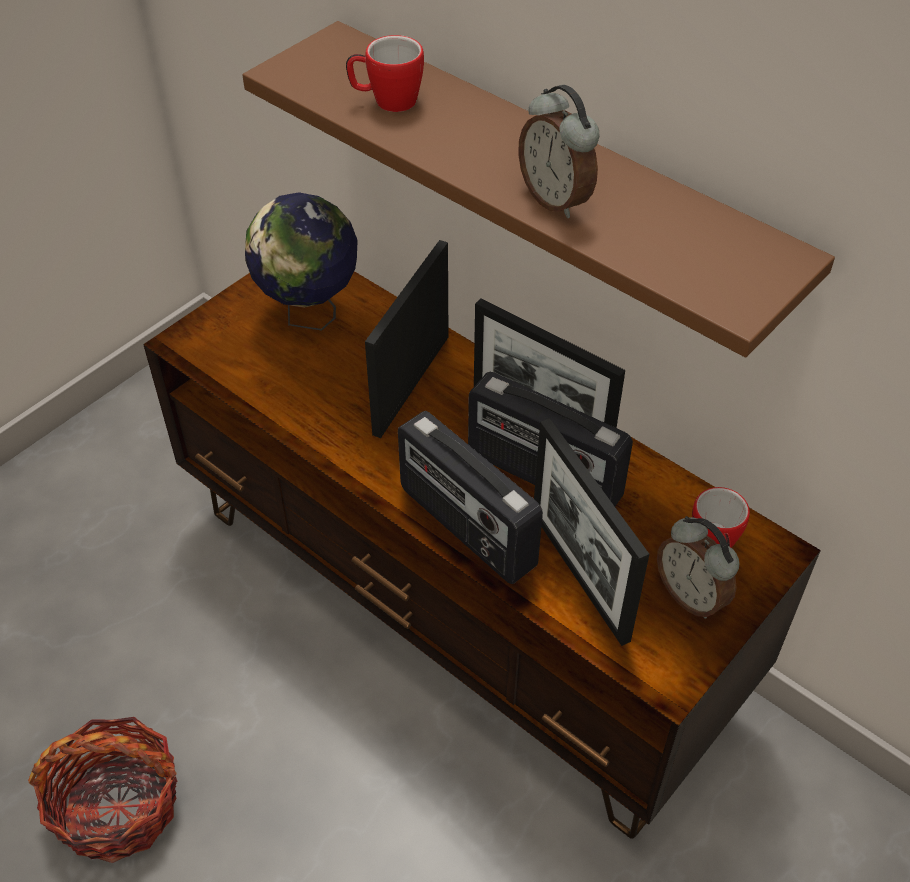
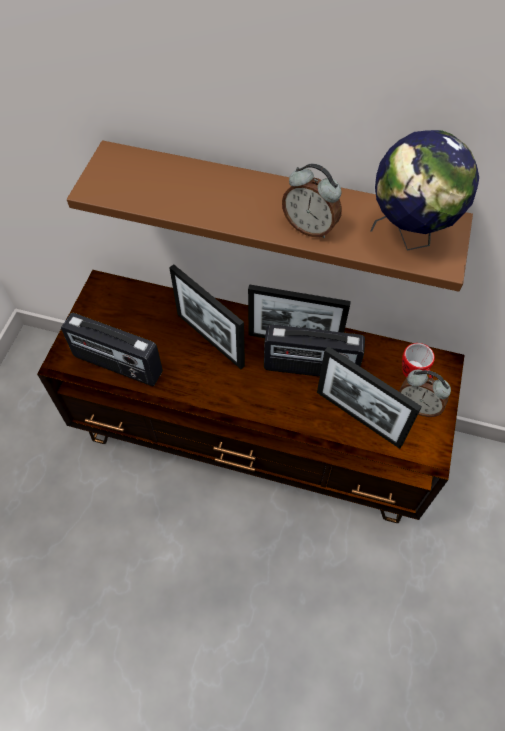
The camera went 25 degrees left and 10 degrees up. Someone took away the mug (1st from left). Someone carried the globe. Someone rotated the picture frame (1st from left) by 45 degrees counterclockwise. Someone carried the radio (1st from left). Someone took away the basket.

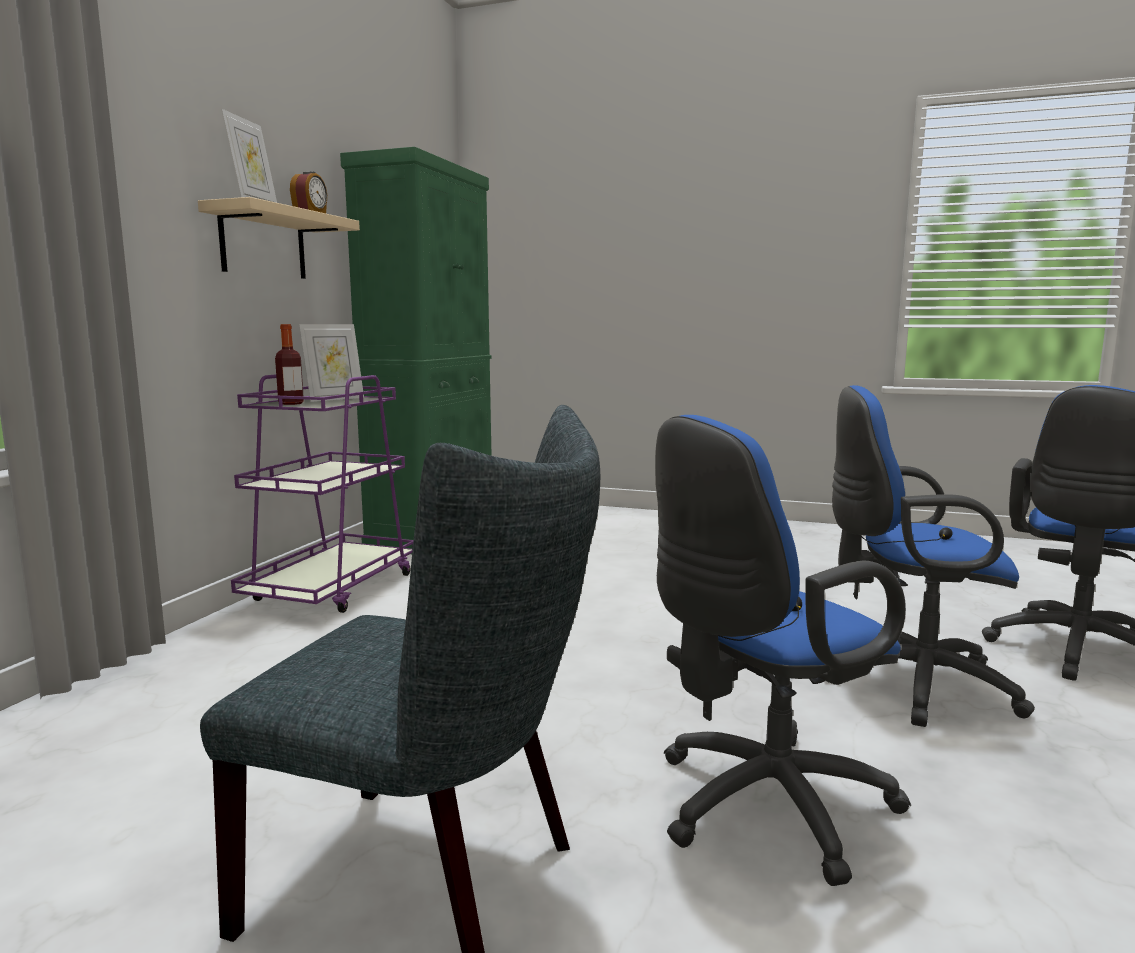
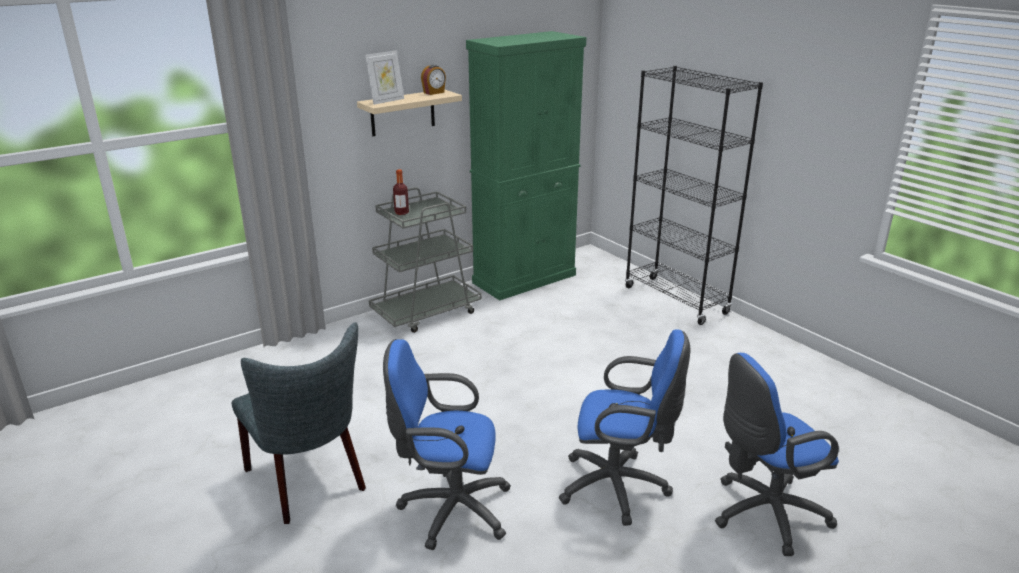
The camera went 35 degrees right and 15 degrees up. Someone took away the picture frame (2nd from left). Someone repainted the purple cart, which became the grey cart. Someone rotated the blue office chair (2nd from left) by 150 degrees clockwise. Someone put down the black bookcase.

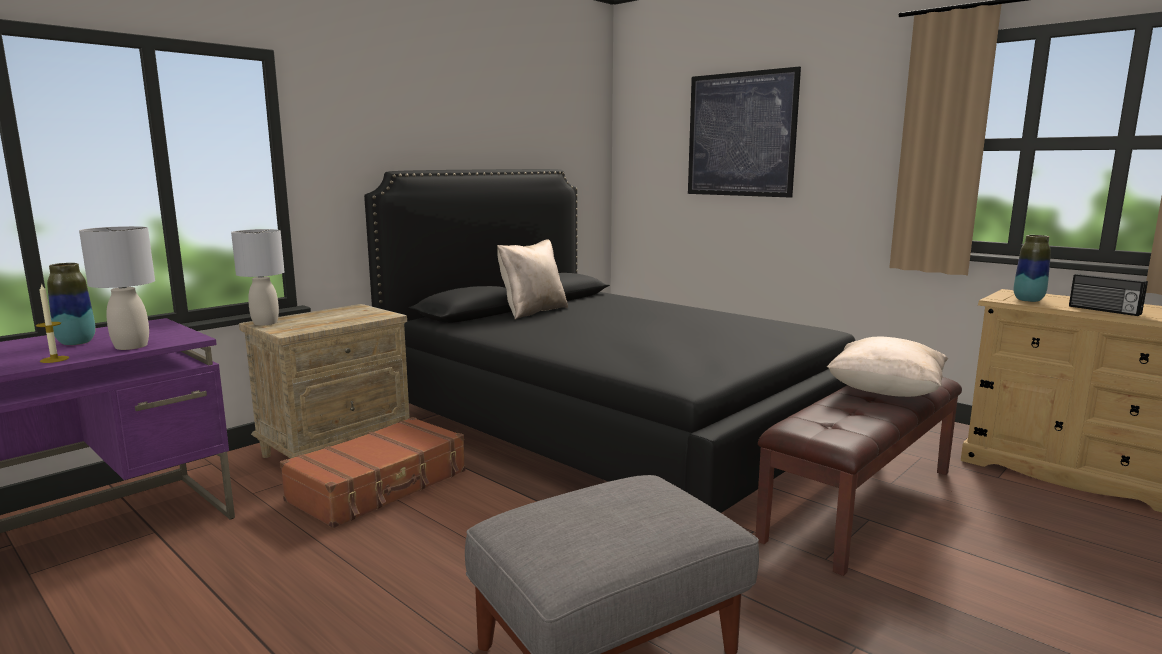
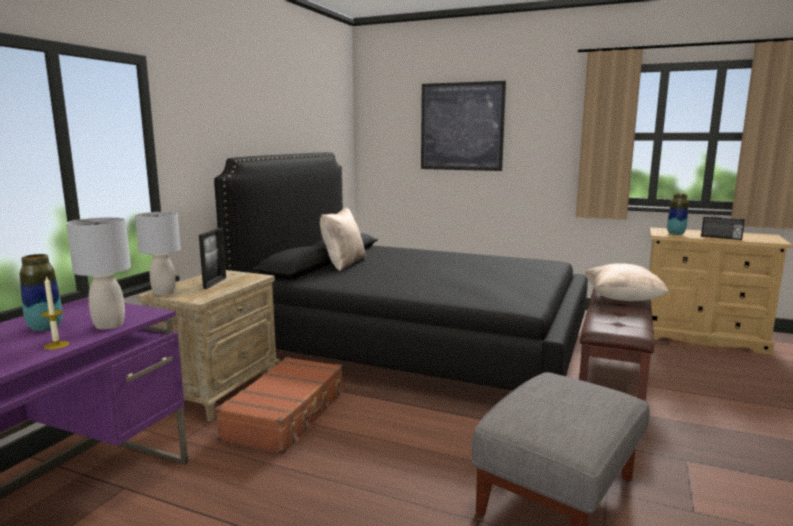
The camera went 20 degrees left and 0 degrees up. Someone put down the picture frame.

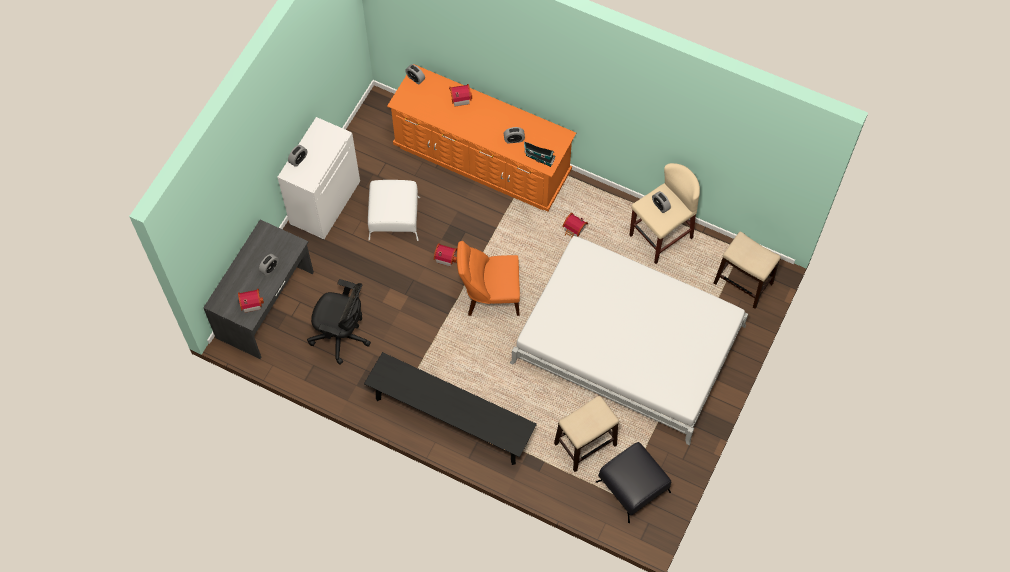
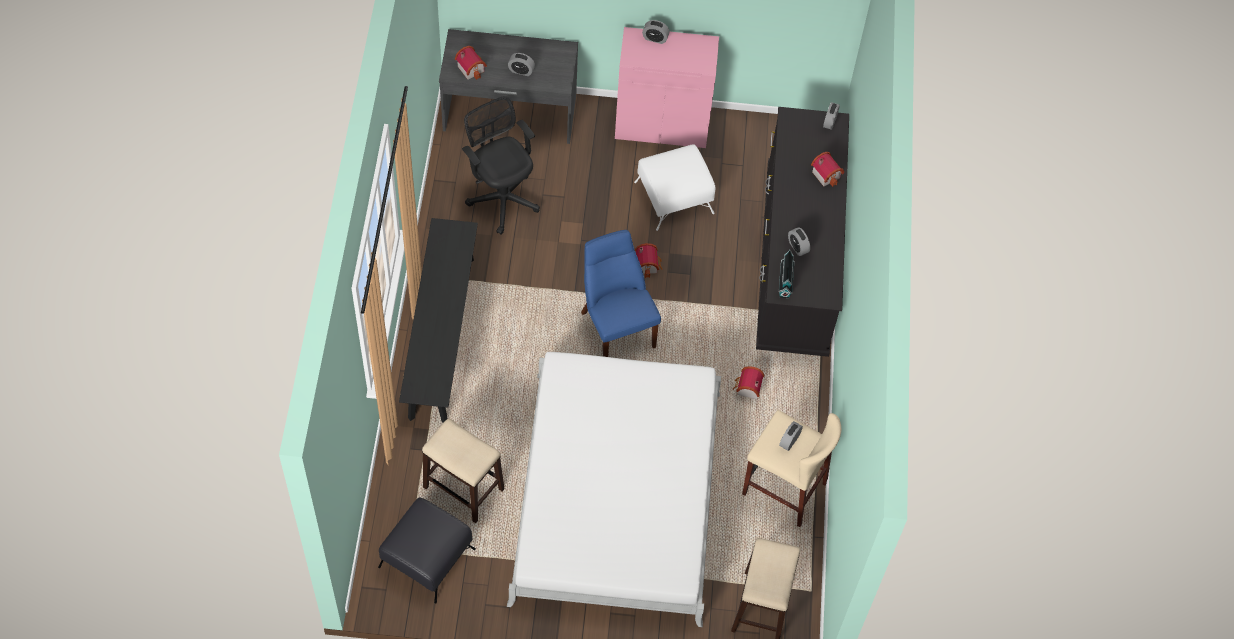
The camera went 65 degrees right and 5 degrees down. Someone repainted the orange dresser, which became the black dresser. Someone repainted the white cabinet, which became the pink cabinet. Someone repainted the orange chair, which became the blue chair. Someone rotated the black office chair by 150 degrees clockwise.

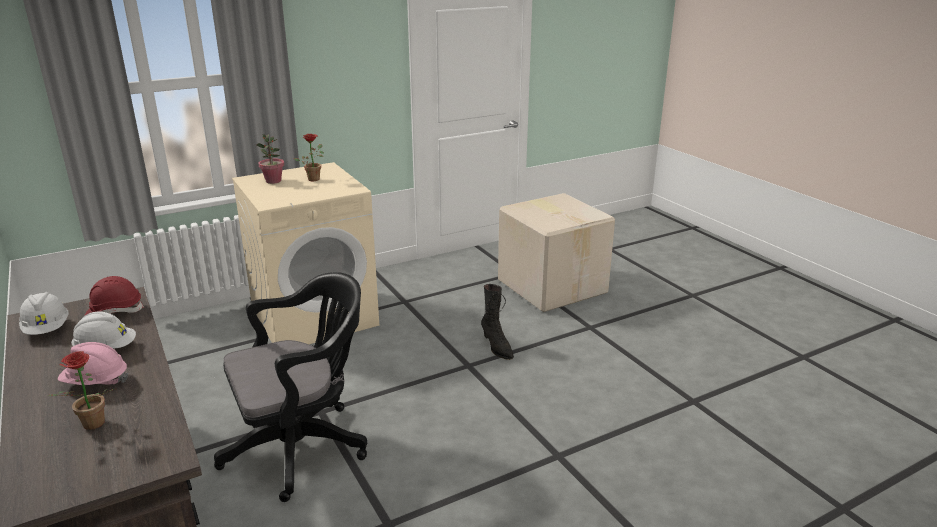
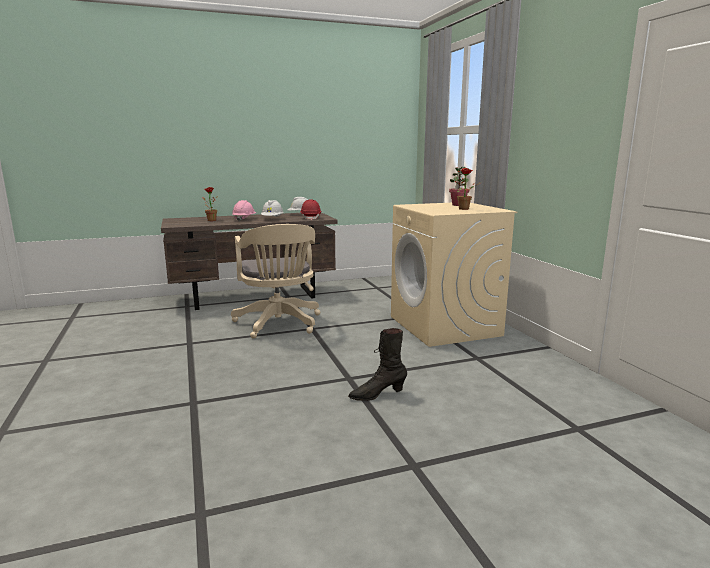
The camera went 100 degrees right and 10 degrees down. Someone took away the cardboard box. Someone repainted the black office chair, which became the beige office chair.

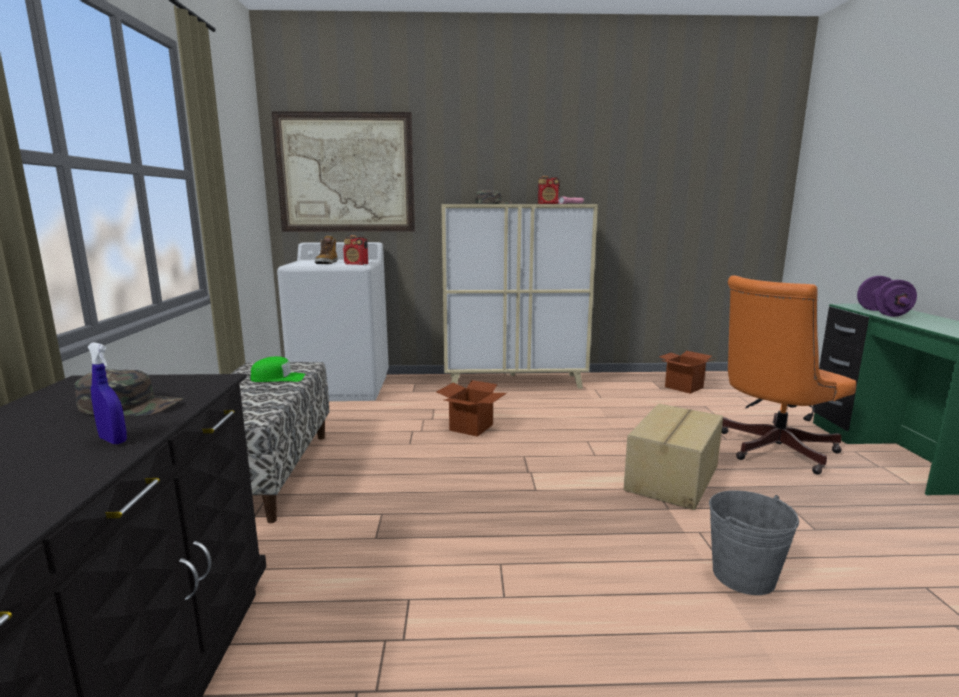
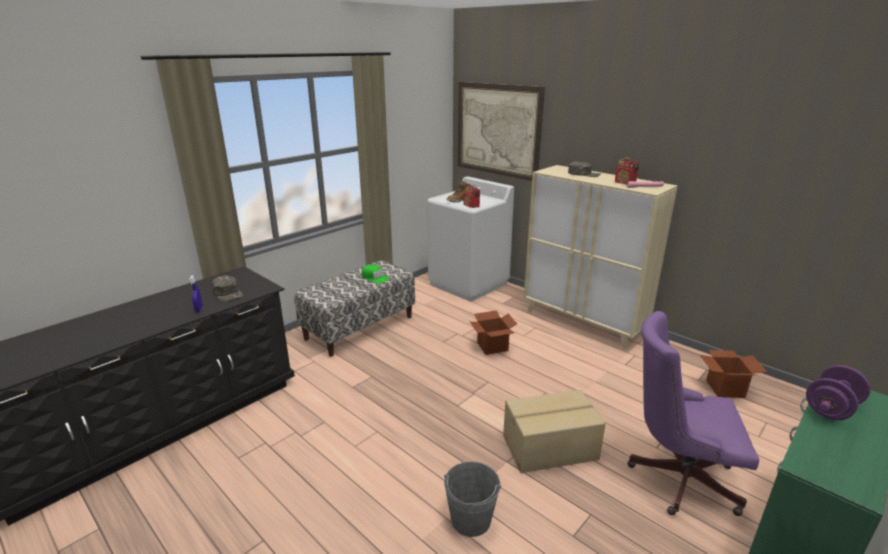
The camera went 45 degrees right and 10 degrees up. Someone repainted the orange office chair, which became the purple office chair.

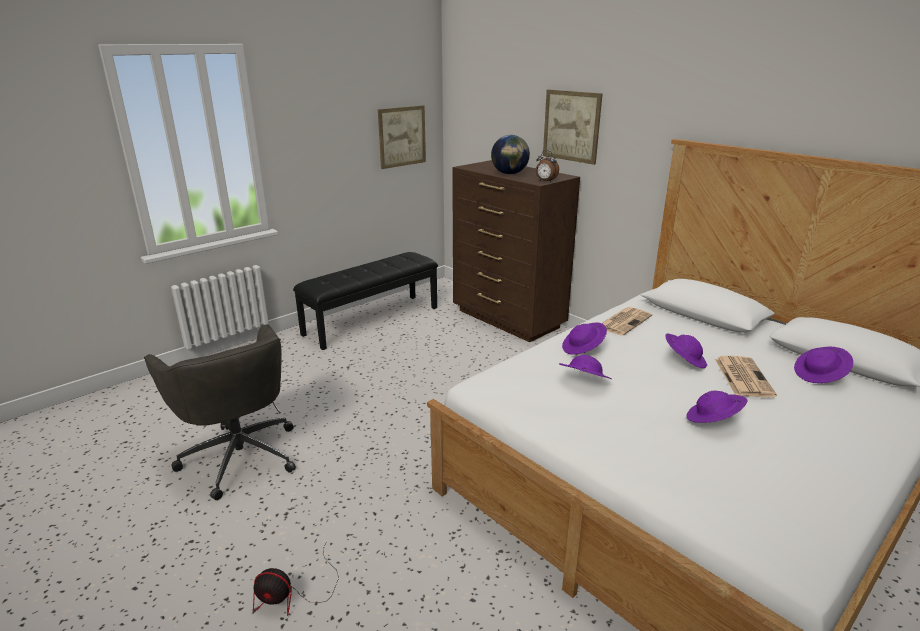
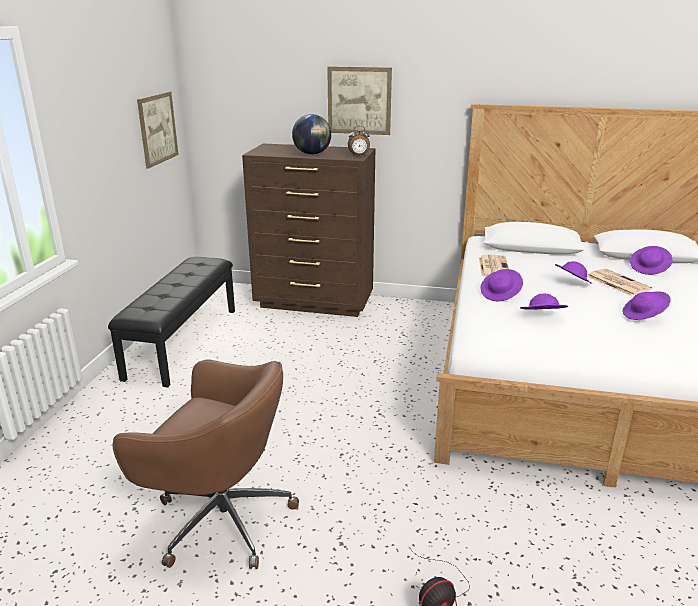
The camera went 35 degrees left and 0 degrees up. Someone repainted the grey office chair, which became the brown office chair.

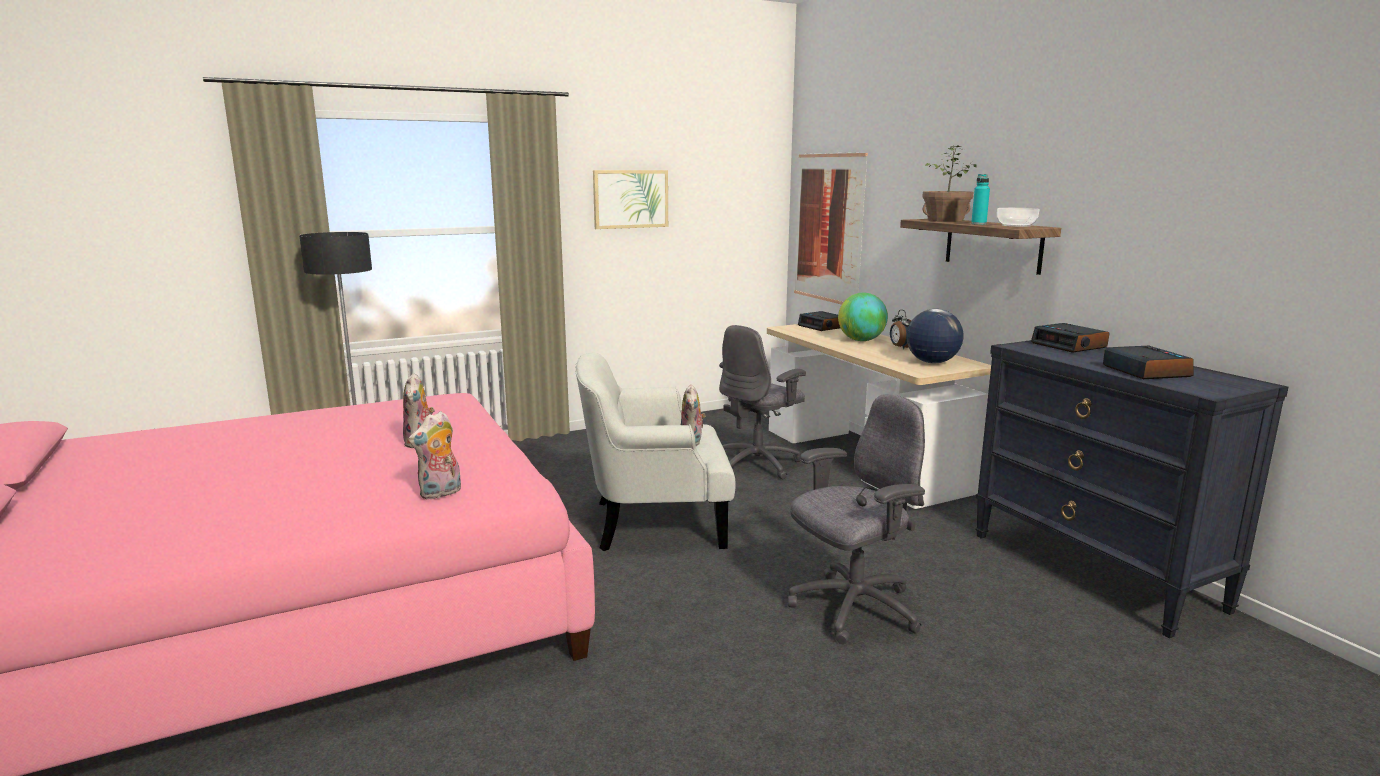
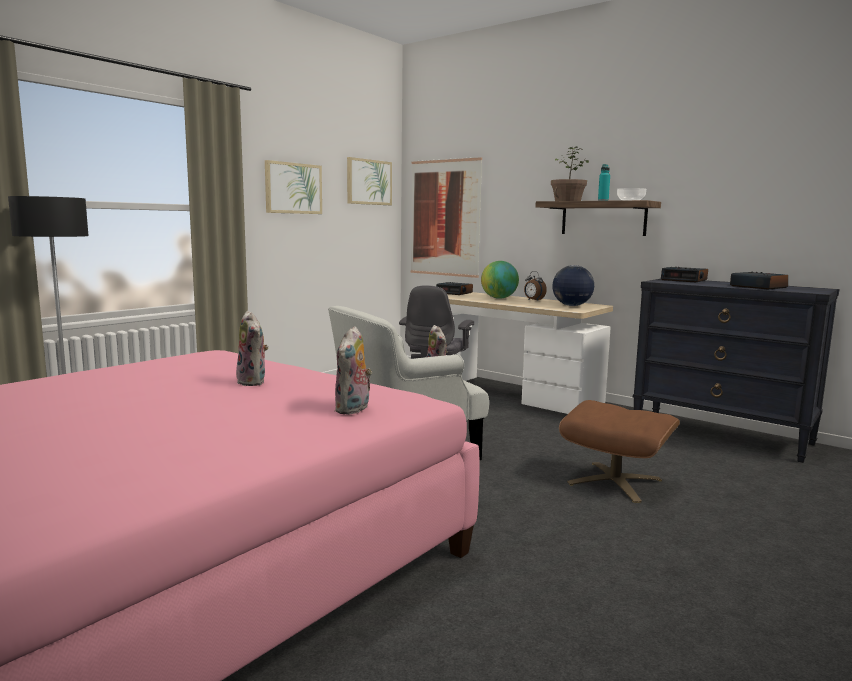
The camera went 25 degrees left and 5 degrees down. Someone swapped the grey office chair (2nd from left) for the brown ottoman. Someone put up the picture (2nd from left).

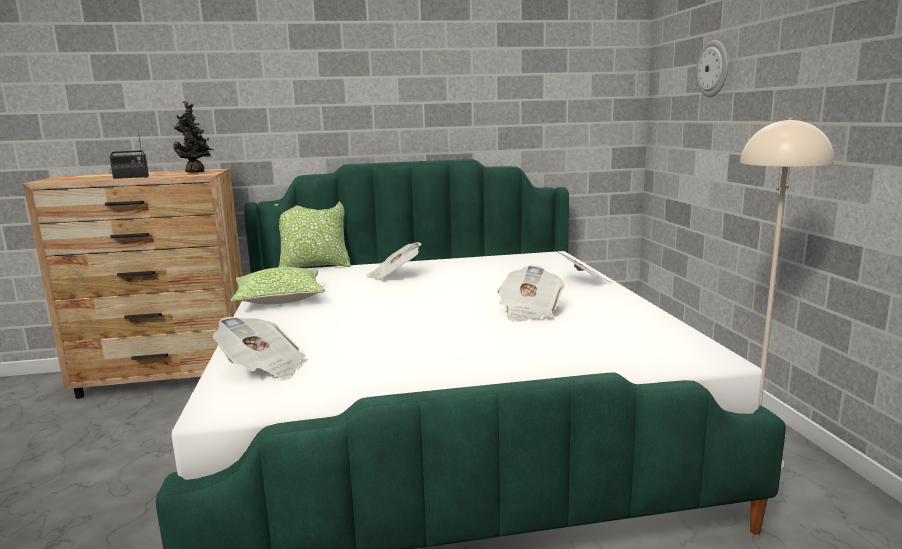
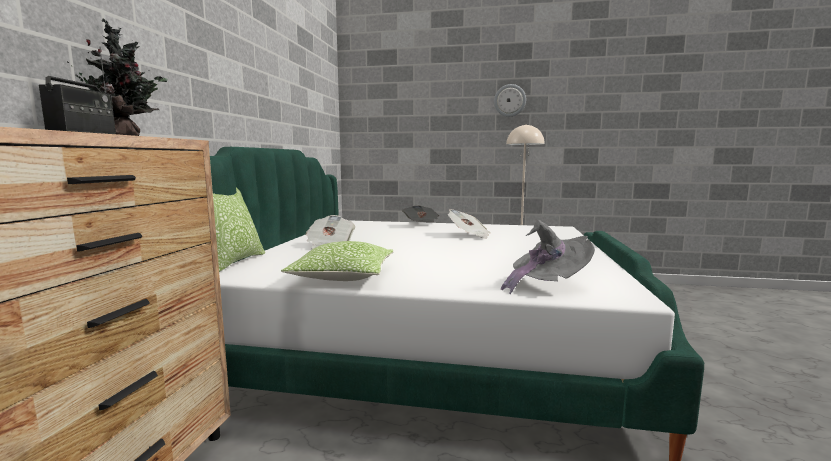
The camera went 70 degrees left and 5 degrees down. Someone carried the wall clock. Someone swapped the newspaper (1st from left) for the grey hat.

